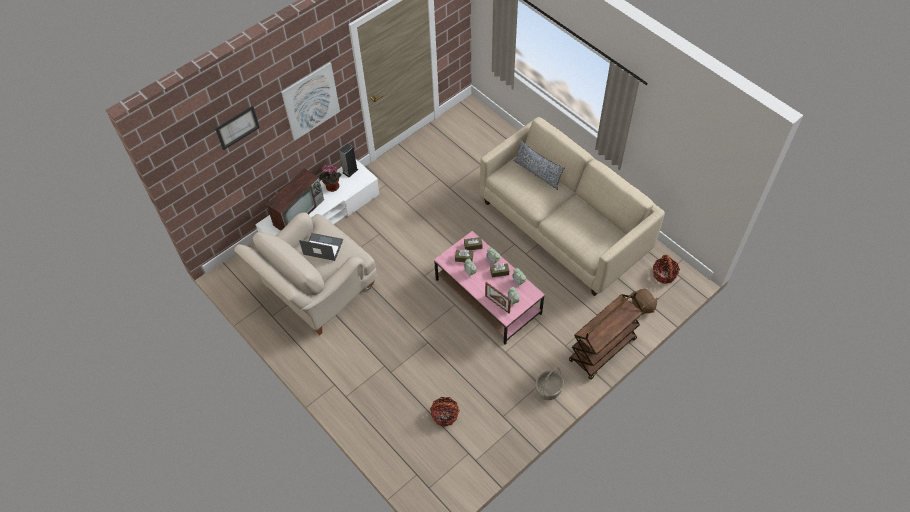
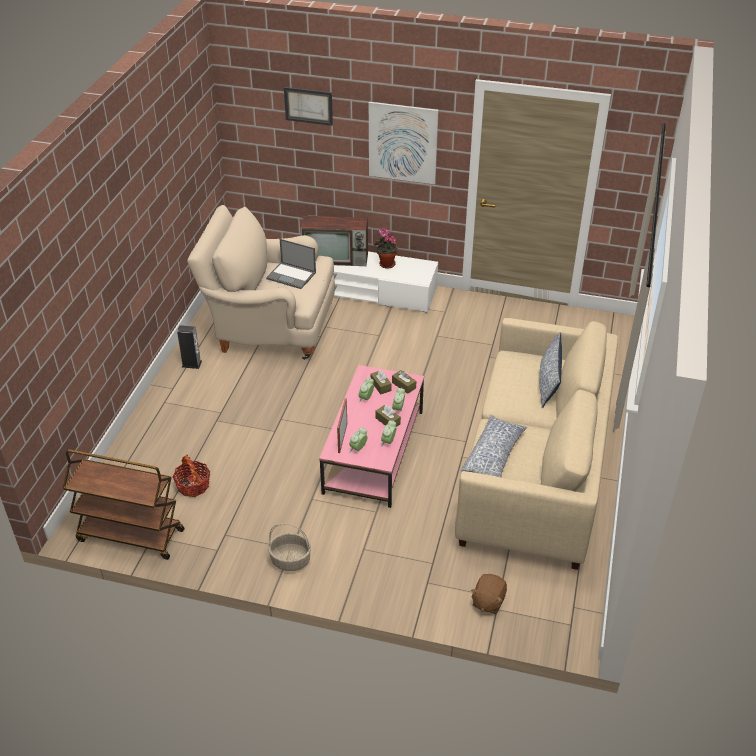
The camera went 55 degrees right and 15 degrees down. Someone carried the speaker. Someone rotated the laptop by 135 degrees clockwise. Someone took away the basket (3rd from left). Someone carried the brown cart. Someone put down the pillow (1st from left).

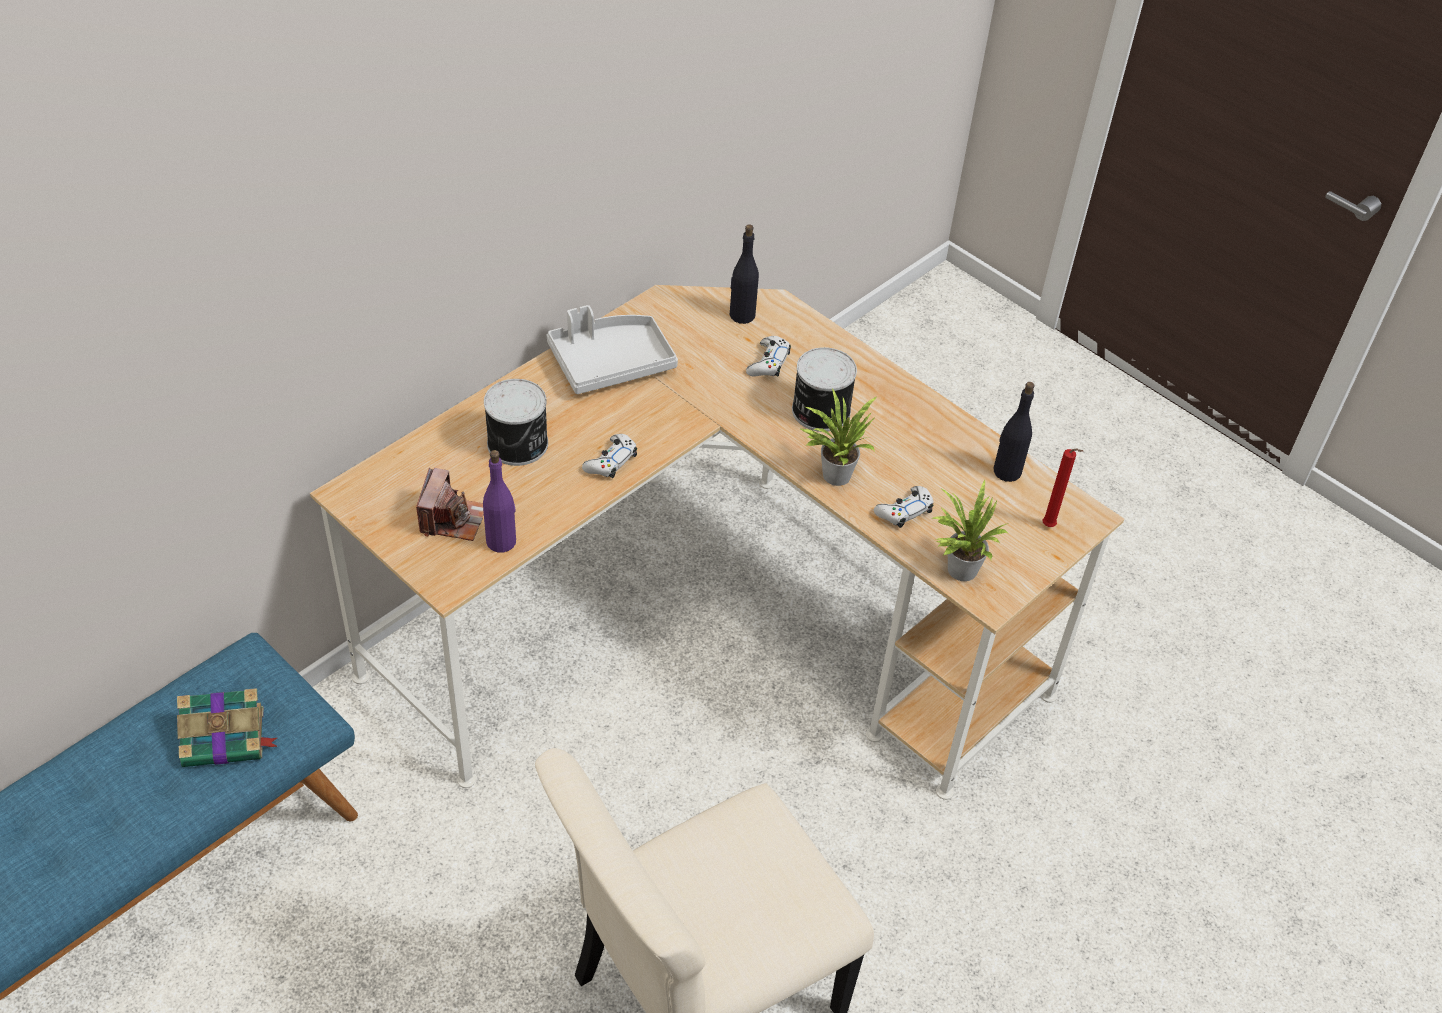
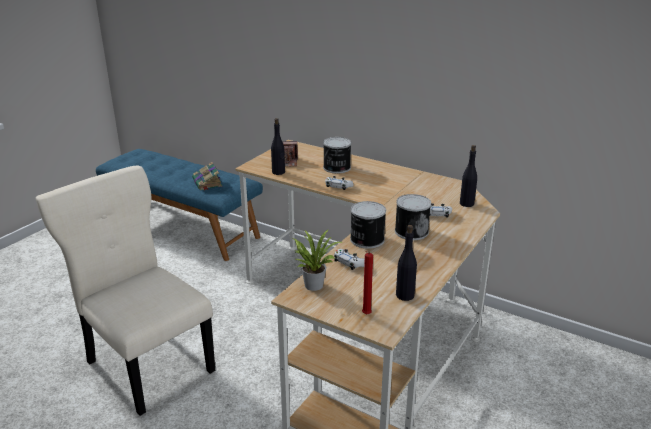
The camera went 80 degrees right and 20 degrees down. Someone took away the grey tray. Someone swapped the potted plant (1st from left) for the can (2nd from left). Someone repainted the purple bottle, which became the black bottle (1st from left).

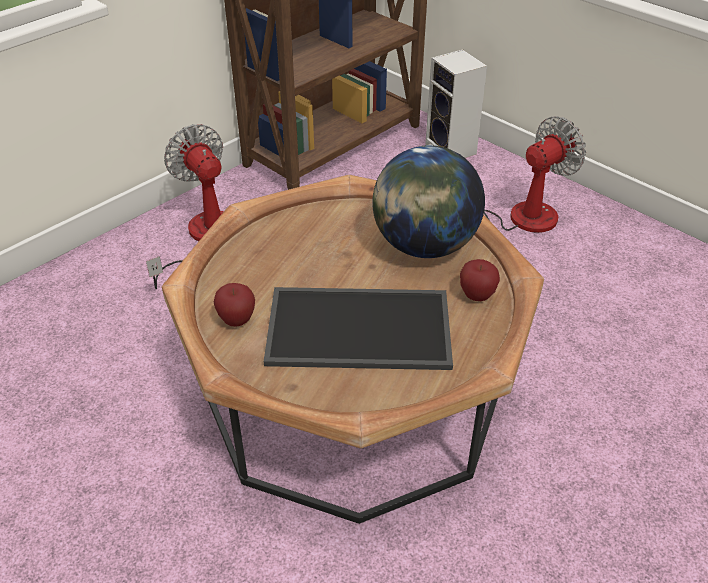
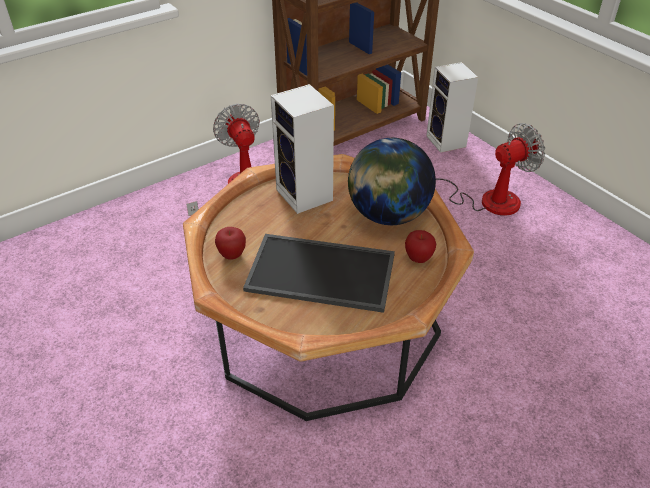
The camera went 10 degrees right and 0 degrees up. Someone put down the speaker (1st from left).

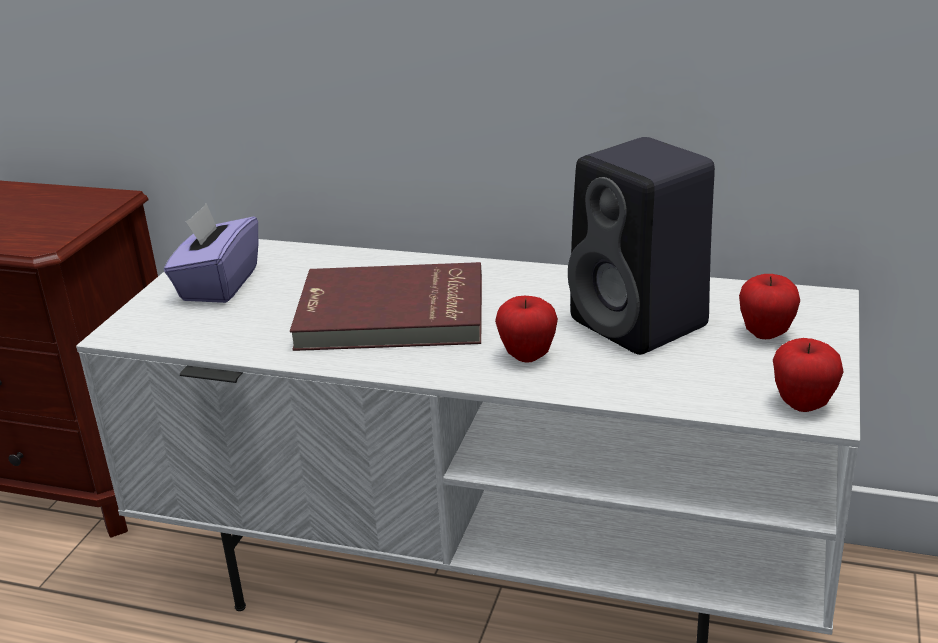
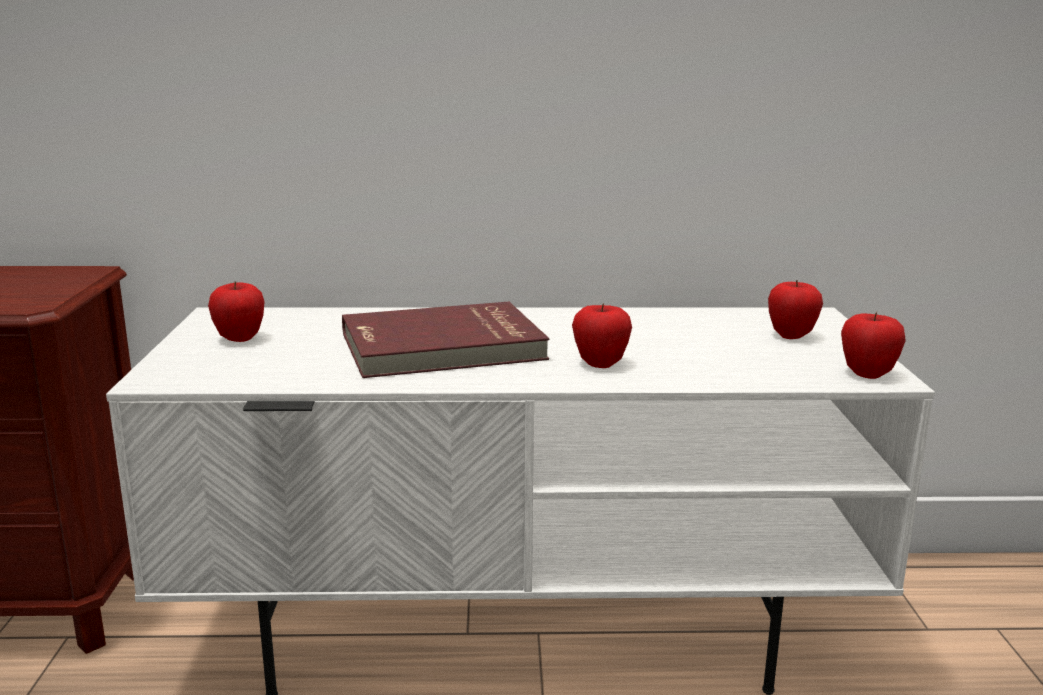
The camera went 20 degrees left and 10 degrees down. Someone took away the black speaker. Someone swapped the purple tissue box for the apple (1st from left).

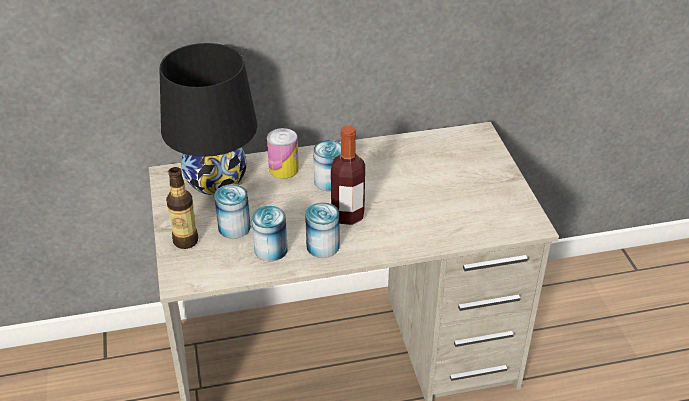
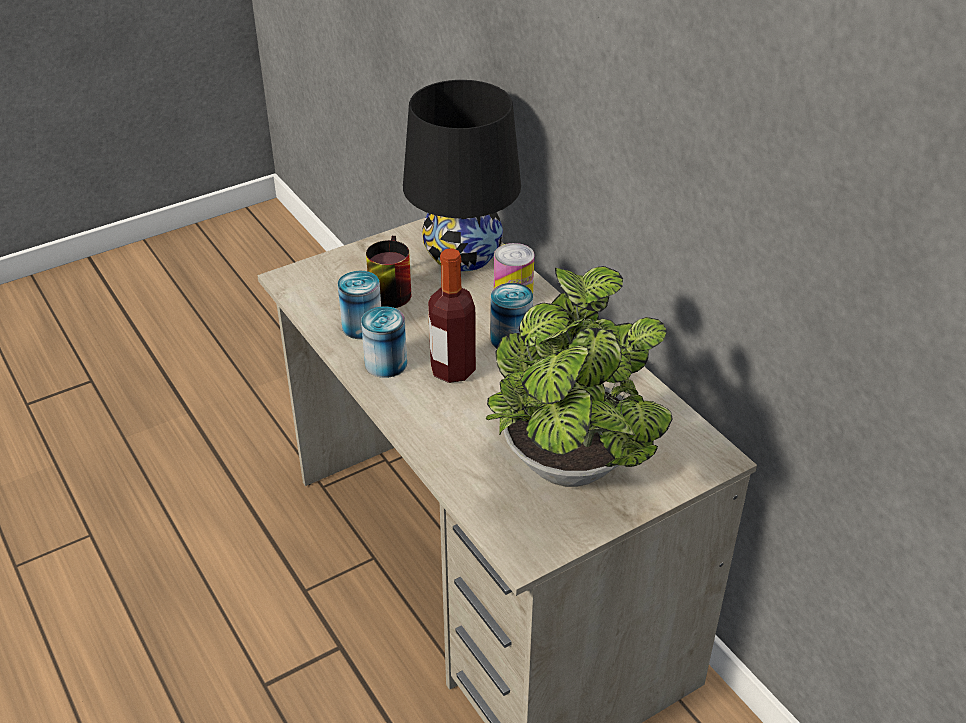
The camera went 70 degrees right and 0 degrees up. Someone took away the bottle (1st from left). Someone swapped the can (1st from left) for the mug. Someone put down the potted plant.

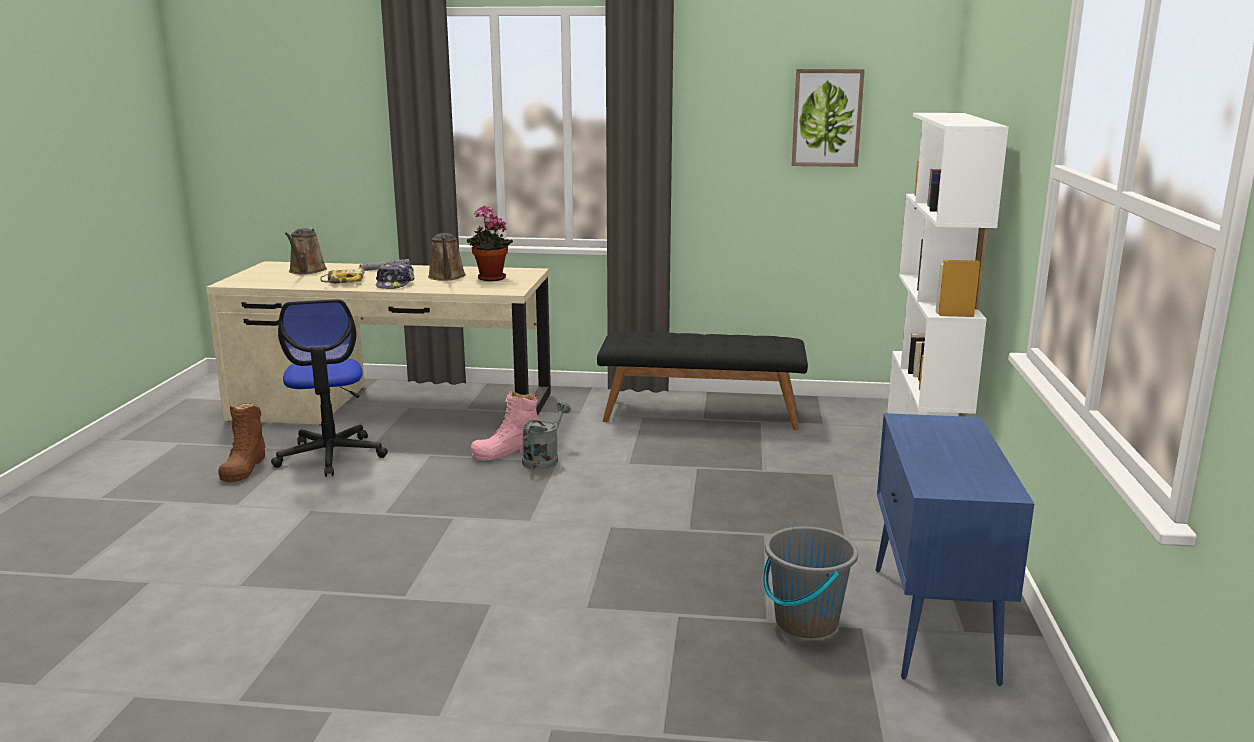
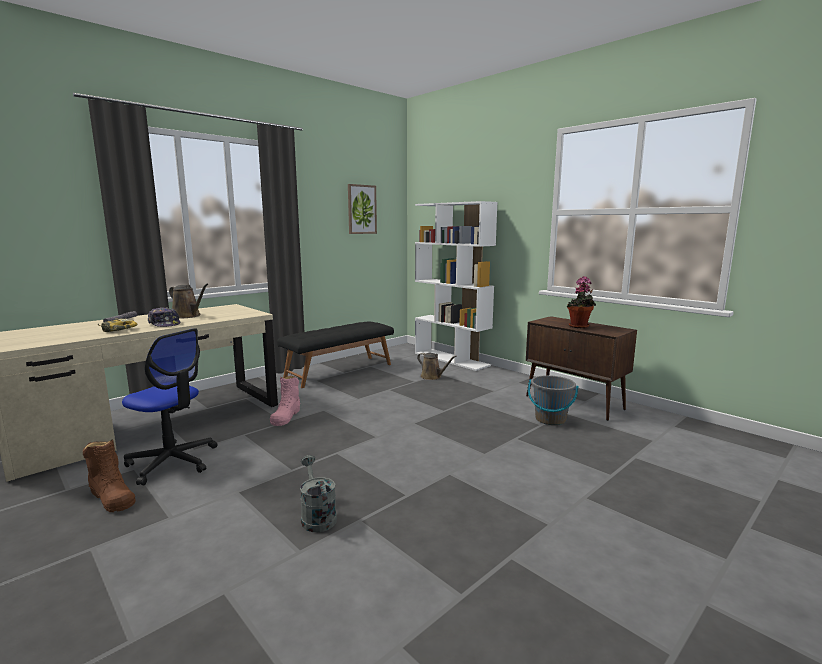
The camera went 50 degrees left and 5 degrees down. Someone carried the potted plant. Someone carried the brown watering can (1st from left in the first image). Someone carried the grey watering can. Someone repainted the blue cabinet, which became the brown cabinet.

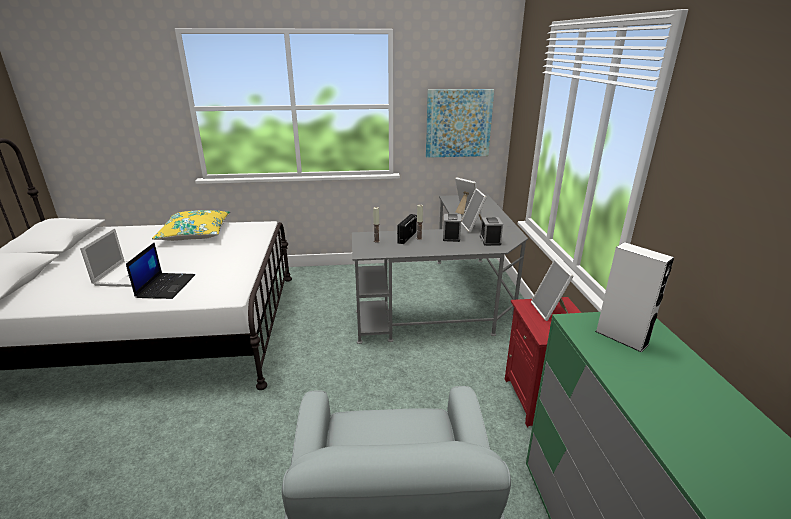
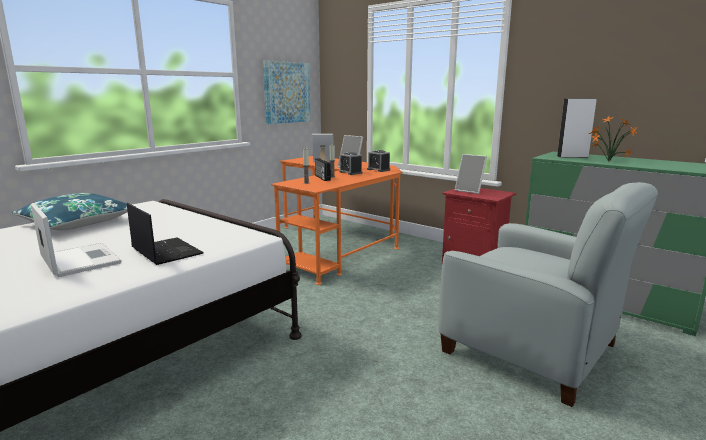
The camera went 45 degrees left and 10 degrees down. Someone repainted the grey desk, which became the orange desk. Someone repainted the yellow pillow, which became the blue pillow. Someone put down the potted plant.

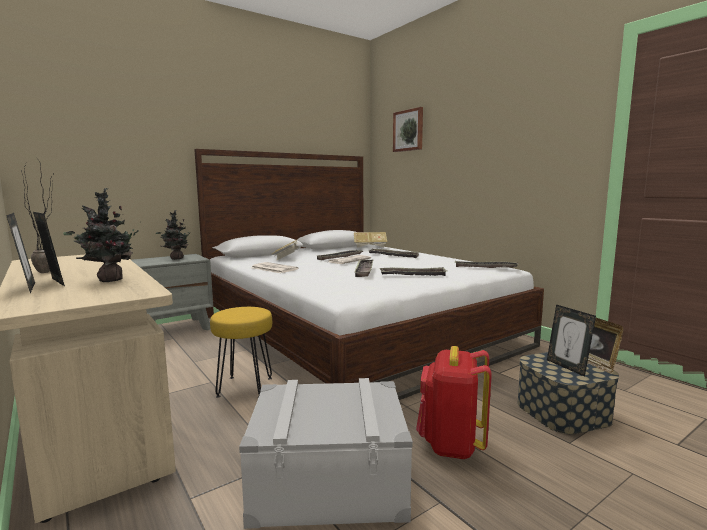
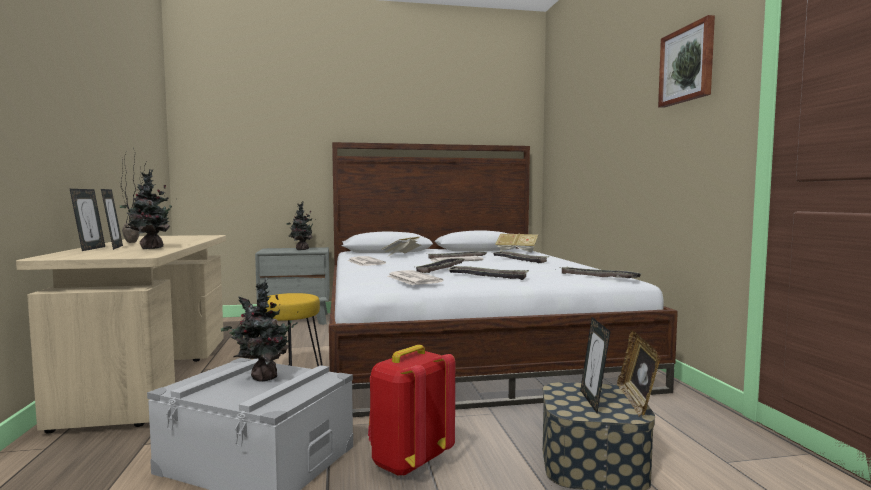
The camera went 25 degrees right and 5 degrees down. Someone carried the picture. Someone put down the newspaper (2nd from left). Someone put down the potted plant (3rd from left).

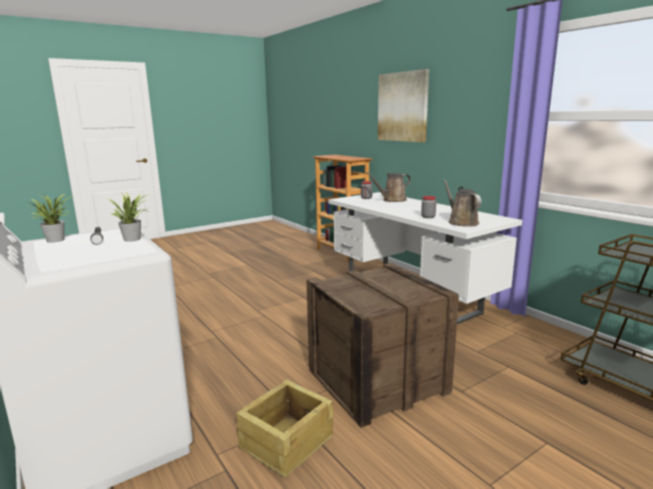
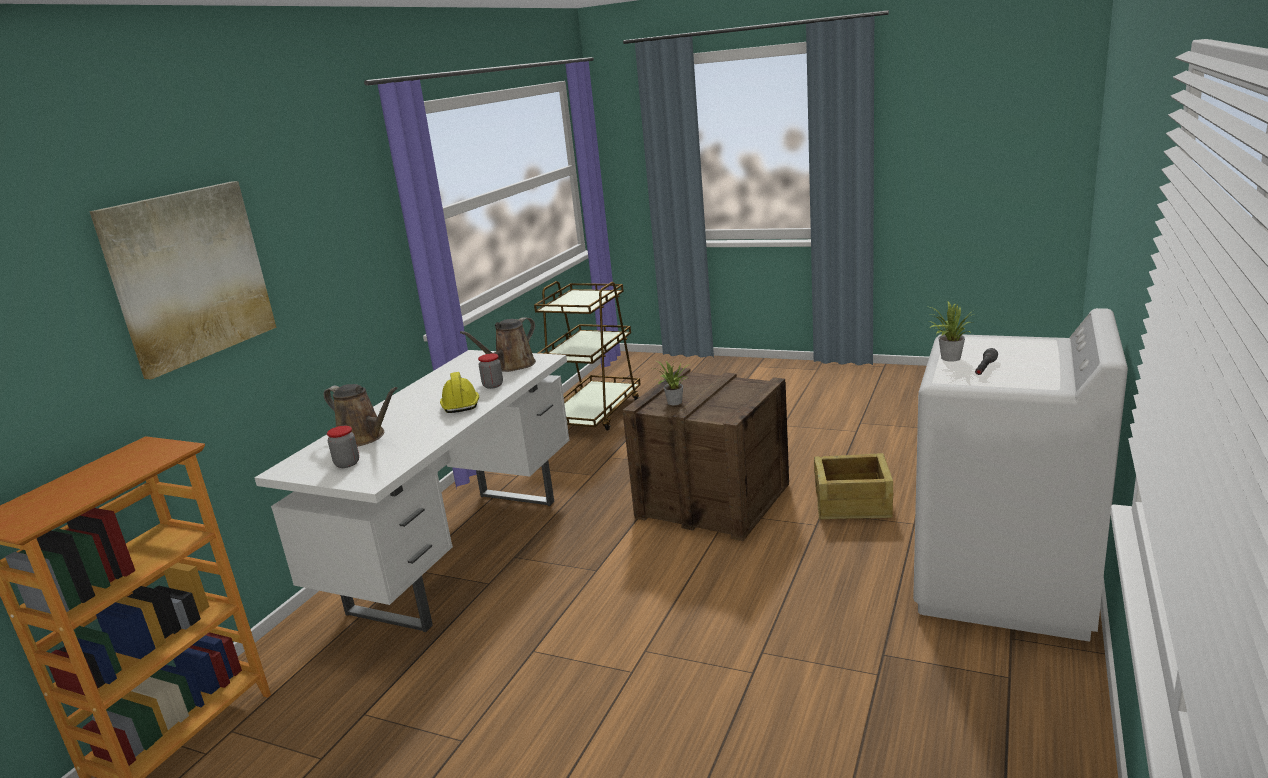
The camera went 120 degrees left and 5 degrees up. Someone carried the potted plant (1st from left). Someone put down the yellow hard hat.

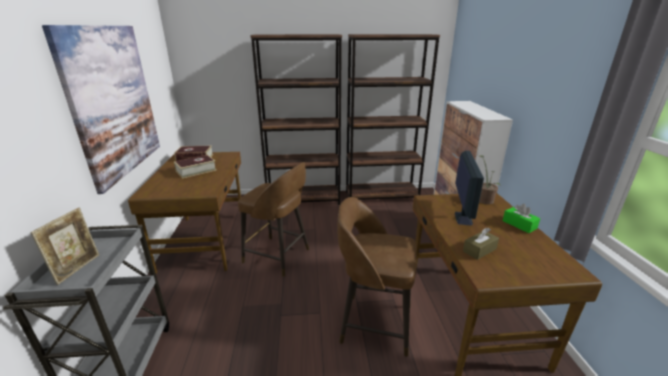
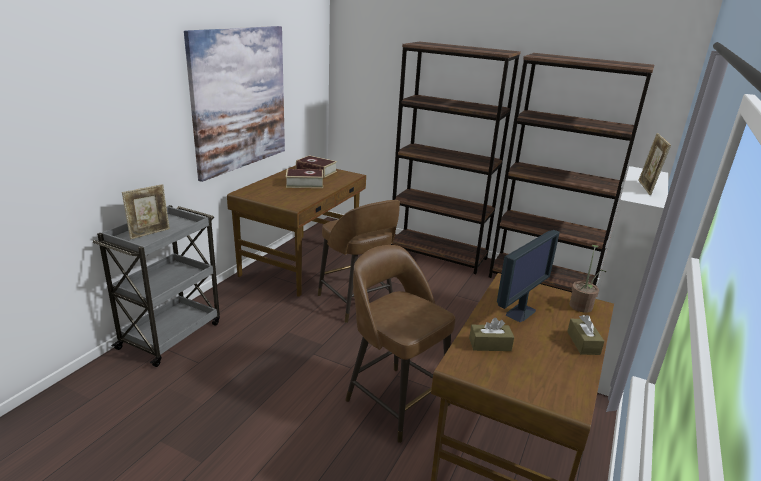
The camera went 30 degrees right and 0 degrees up. Someone repainted the green tissue box, which became the brown tissue box (2nd from left). Someone put down the picture frame (2nd from left).

